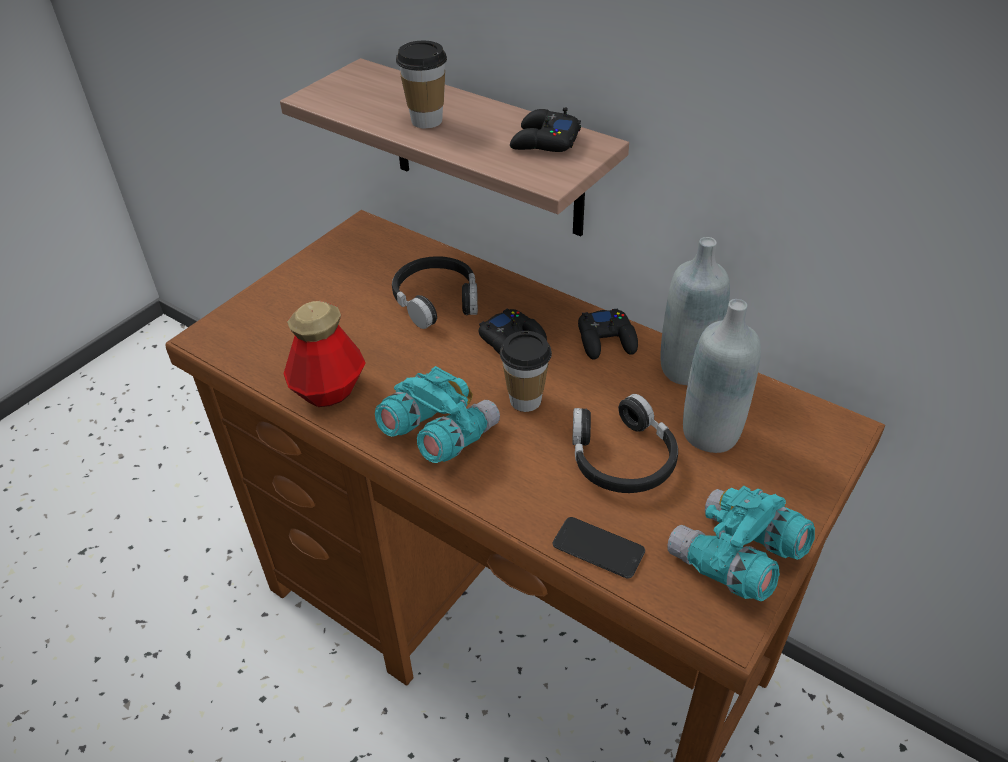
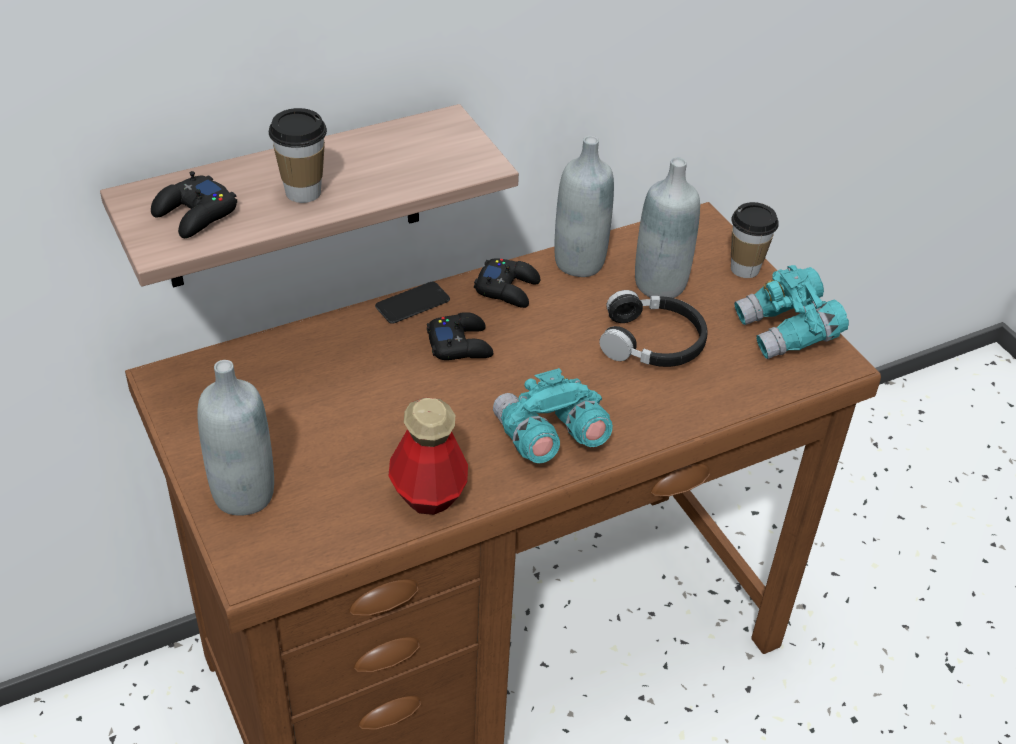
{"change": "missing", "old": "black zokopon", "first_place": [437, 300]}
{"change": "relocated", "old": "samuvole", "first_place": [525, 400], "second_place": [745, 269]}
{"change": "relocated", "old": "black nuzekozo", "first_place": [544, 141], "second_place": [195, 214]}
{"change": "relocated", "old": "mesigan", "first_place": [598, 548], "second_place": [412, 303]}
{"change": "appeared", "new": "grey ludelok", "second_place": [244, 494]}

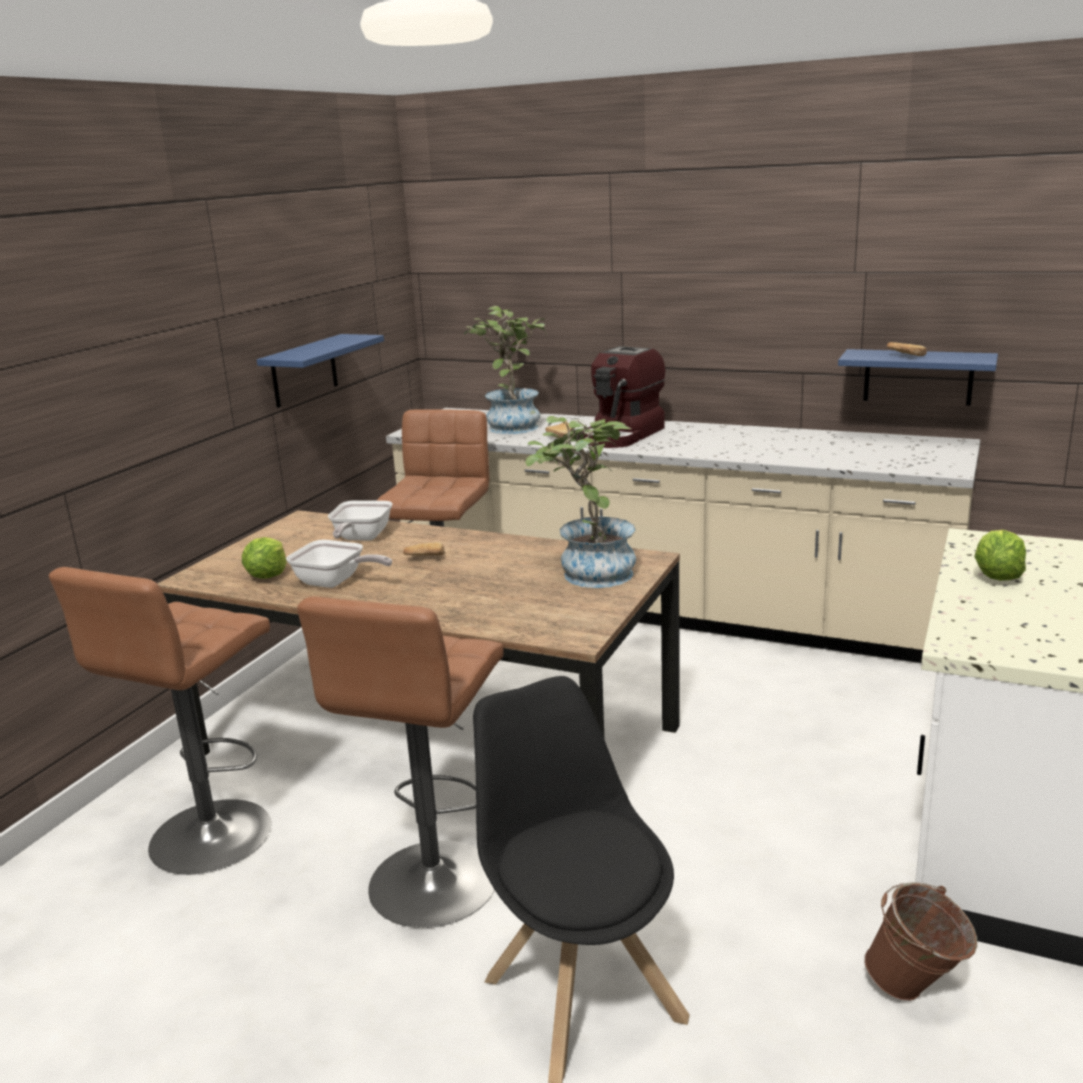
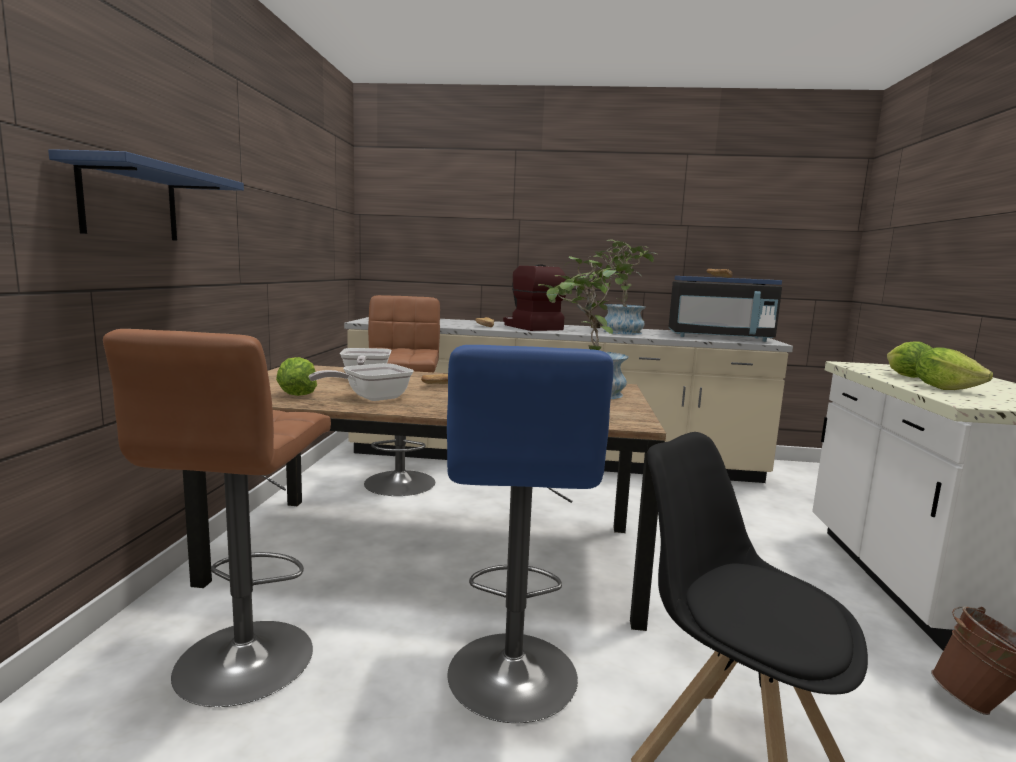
{"change": "relocated", "old": "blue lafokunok", "first_place": [304, 371], "second_place": [130, 202]}
{"change": "spun", "old": "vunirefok", "first_place": [335, 582], "second_place": [371, 398], "degrees": 135}
{"change": "colour", "old": "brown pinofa", "new": "blue pinofa", "first_place": [431, 883], "second_place": [511, 676]}
{"change": "relocated", "old": "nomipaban", "first_place": [512, 425], "second_place": [618, 331]}
{"change": "spun", "old": "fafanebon", "first_place": [623, 435], "second_place": [530, 327], "degrees": 135}
{"change": "appeared", "new": "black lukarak", "second_place": [719, 338]}
{"change": "appeared", "new": "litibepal", "second_place": [945, 388]}

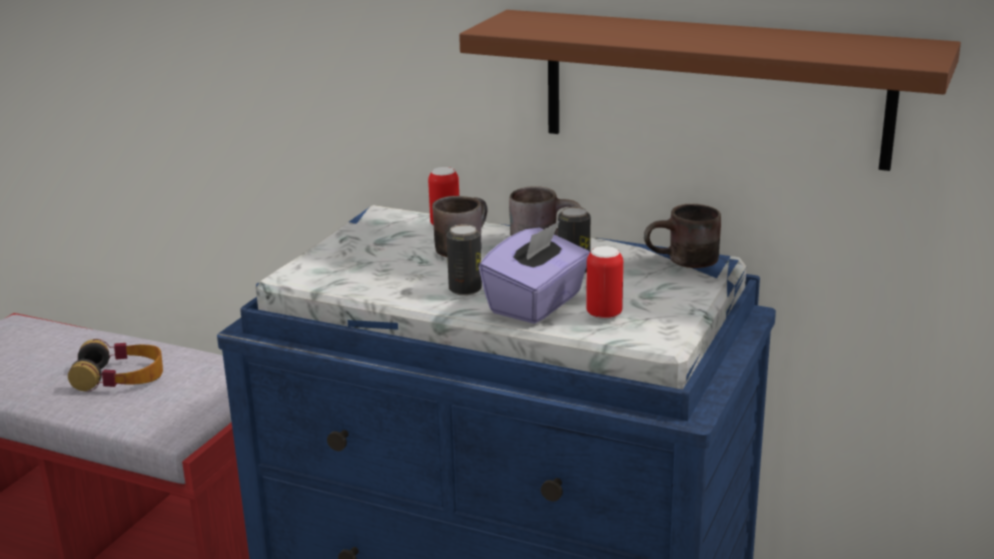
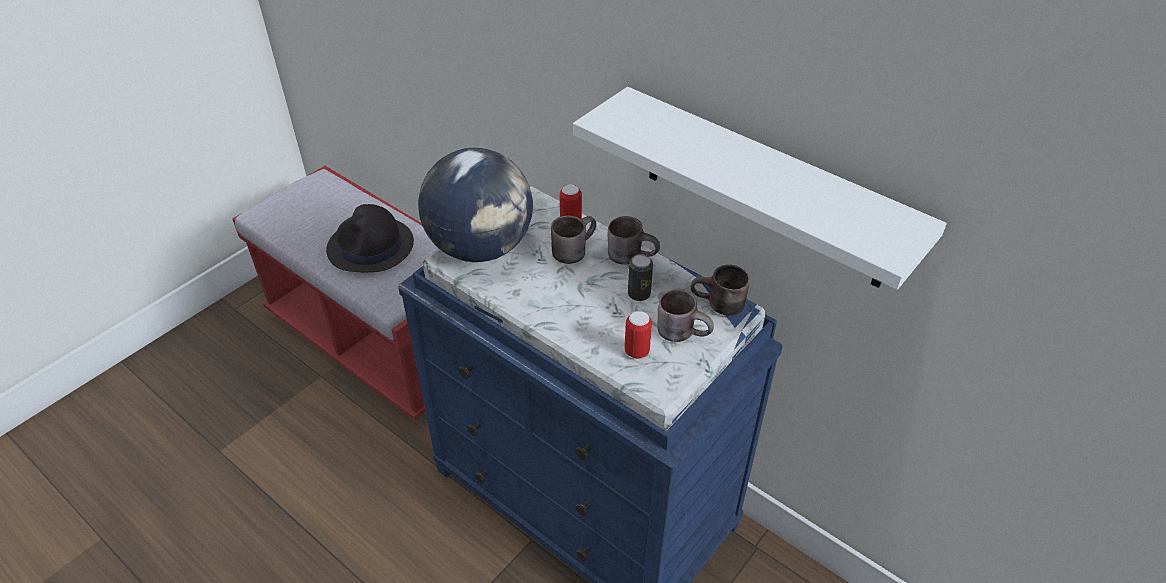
{"change": "exchanged", "old": "zokopon", "new": "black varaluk", "first_place": [120, 376], "second_place": [371, 247]}
{"change": "missing", "old": "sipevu", "first_place": [465, 290]}
{"change": "colour", "old": "brown lafokunok", "new": "white lafokunok", "first_place": [714, 88], "second_place": [764, 189]}
{"change": "missing", "old": "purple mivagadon", "first_place": [537, 304]}
{"change": "appeared", "new": "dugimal", "second_place": [481, 248]}
{"change": "appeared", "new": "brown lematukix", "second_place": [683, 331]}

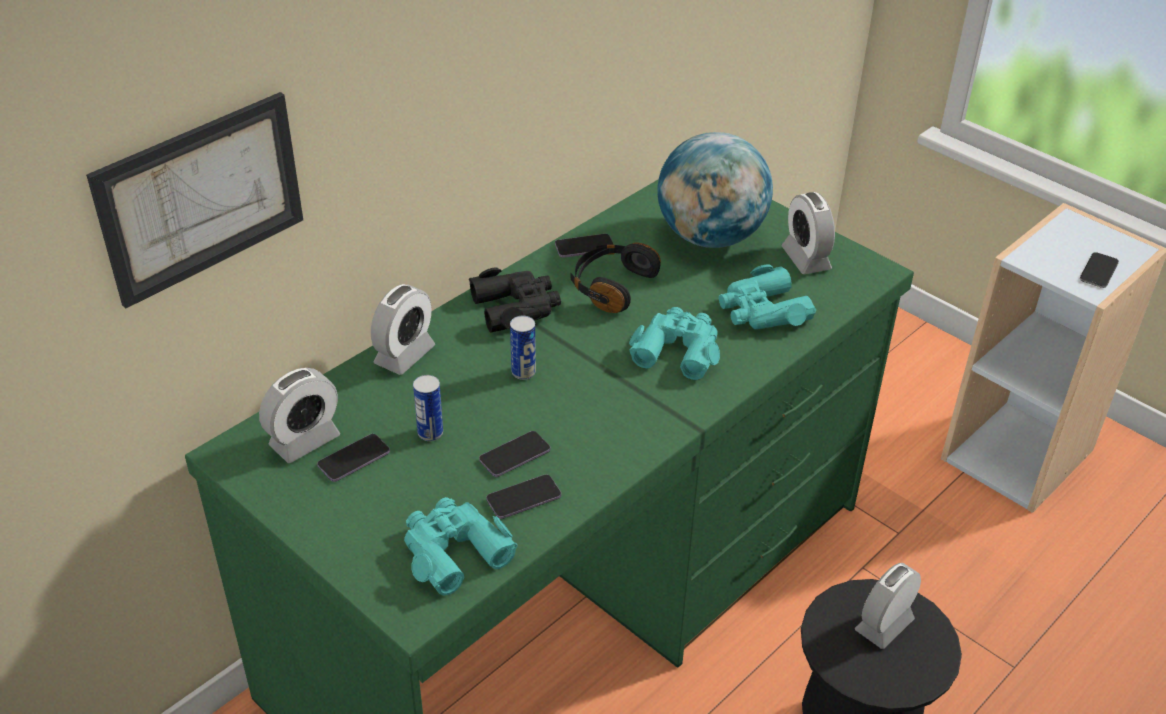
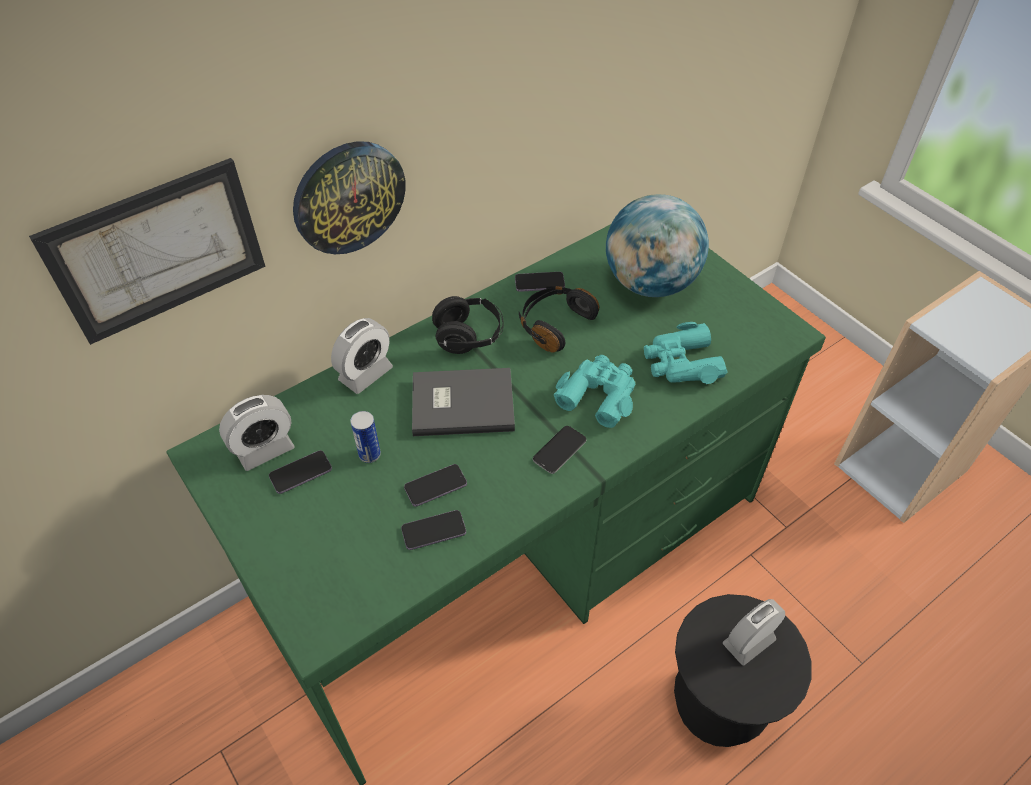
{"change": "missing", "old": "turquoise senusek", "first_place": [453, 551]}
{"change": "exchanged", "old": "black senusek", "new": "black zokopon", "first_place": [516, 307], "second_place": [469, 337]}
{"change": "exchanged", "old": "sipevu", "new": "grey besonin", "first_place": [523, 372], "second_place": [461, 402]}
{"change": "missing", "old": "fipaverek", "first_place": [806, 258]}
{"change": "relocated", "old": "mesigan", "first_place": [1098, 271], "second_place": [559, 450]}
{"change": "appeared", "new": "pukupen", "second_place": [348, 197]}

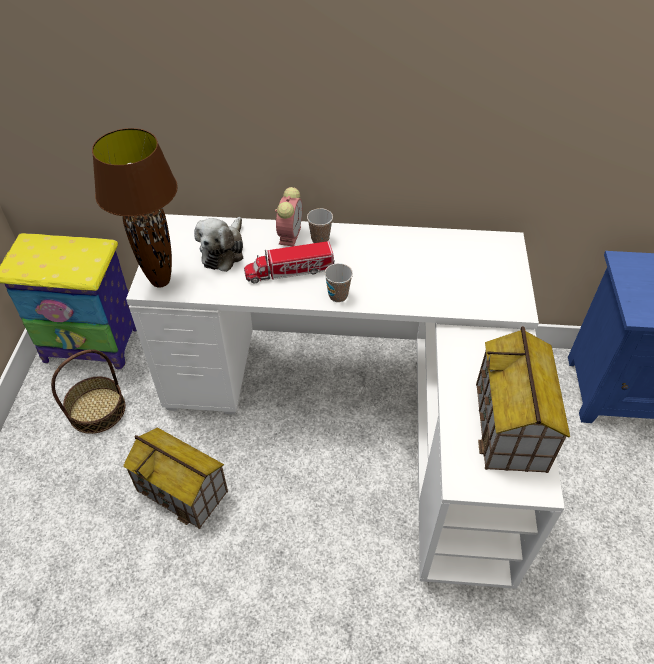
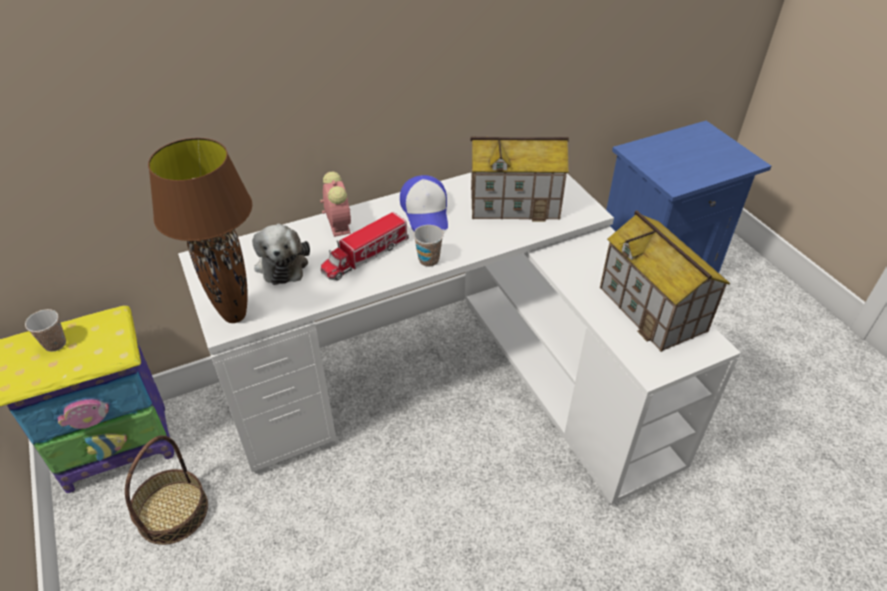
{"change": "relocated", "old": "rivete", "first_place": [183, 491], "second_place": [515, 203]}
{"change": "relocated", "old": "samuvole", "first_place": [320, 239], "second_place": [55, 344]}
{"change": "appeared", "new": "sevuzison", "second_place": [426, 212]}

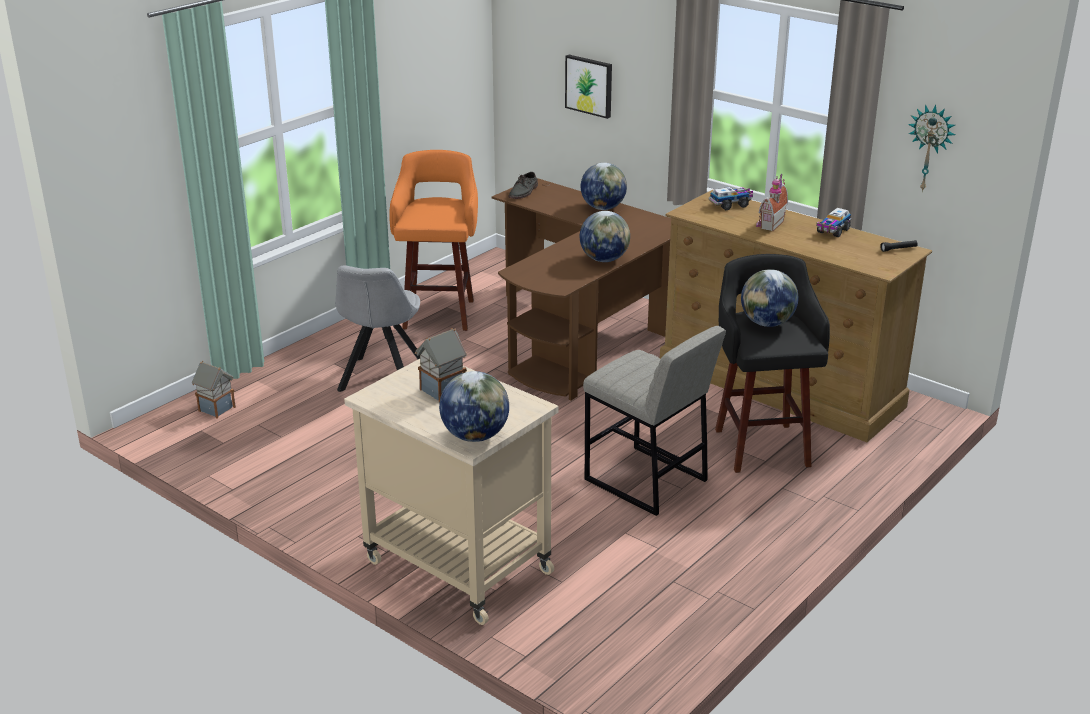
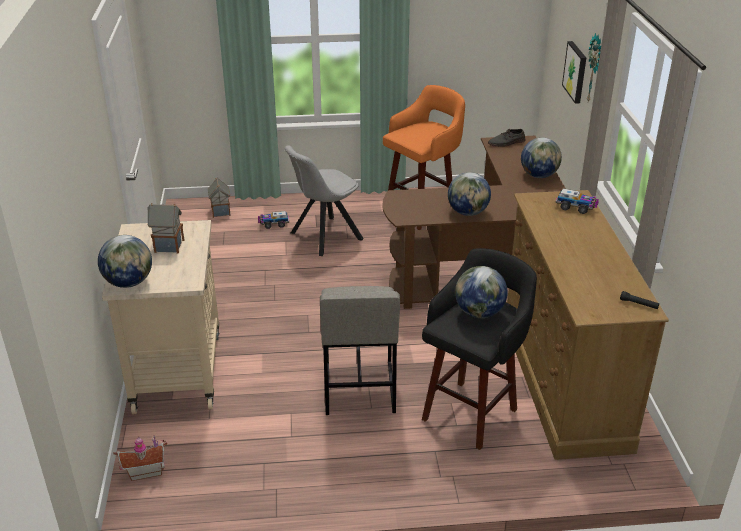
{"change": "relocated", "old": "rivete", "first_place": [768, 224], "second_place": [145, 471]}
{"change": "relocated", "old": "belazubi", "first_place": [832, 231], "second_place": [273, 224]}
{"change": "relocated", "old": "pukupen", "first_place": [930, 147], "second_place": [596, 69]}

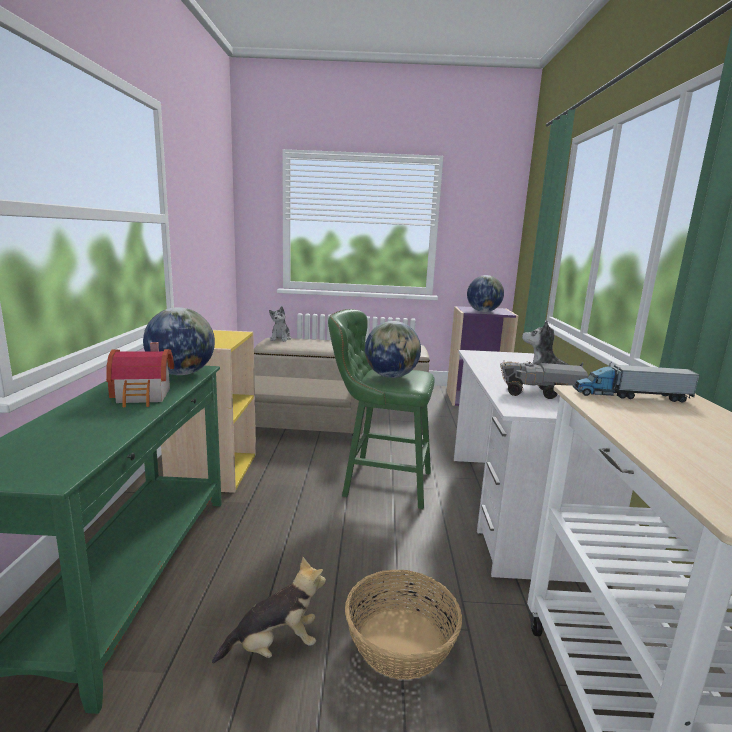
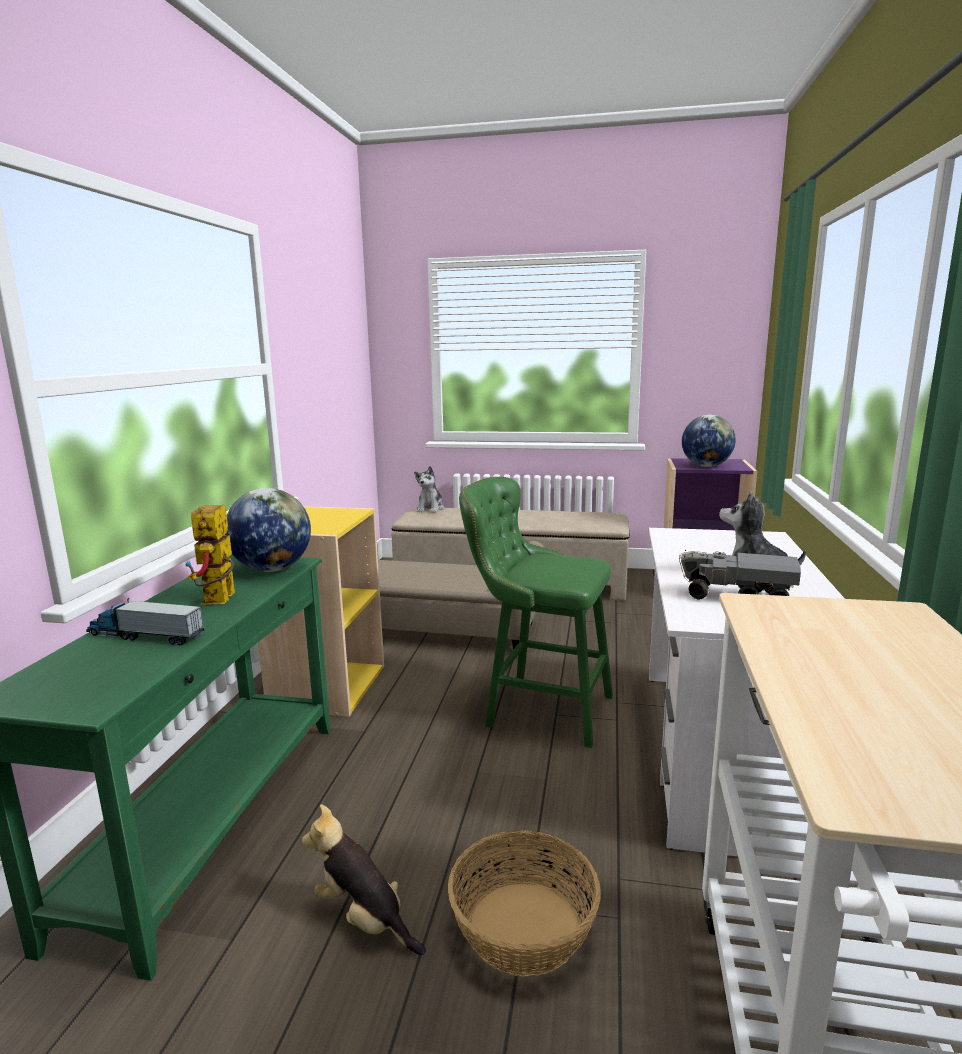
{"change": "exchanged", "old": "rivete", "new": "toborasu", "first_place": [145, 396], "second_place": [219, 601]}
{"change": "spun", "old": "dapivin", "first_place": [275, 646], "second_place": [364, 918], "degrees": -135}
{"change": "missing", "old": "dugimal", "first_place": [391, 376]}
{"change": "relocated", "old": "belazubi", "first_place": [631, 396], "second_place": [145, 636]}

